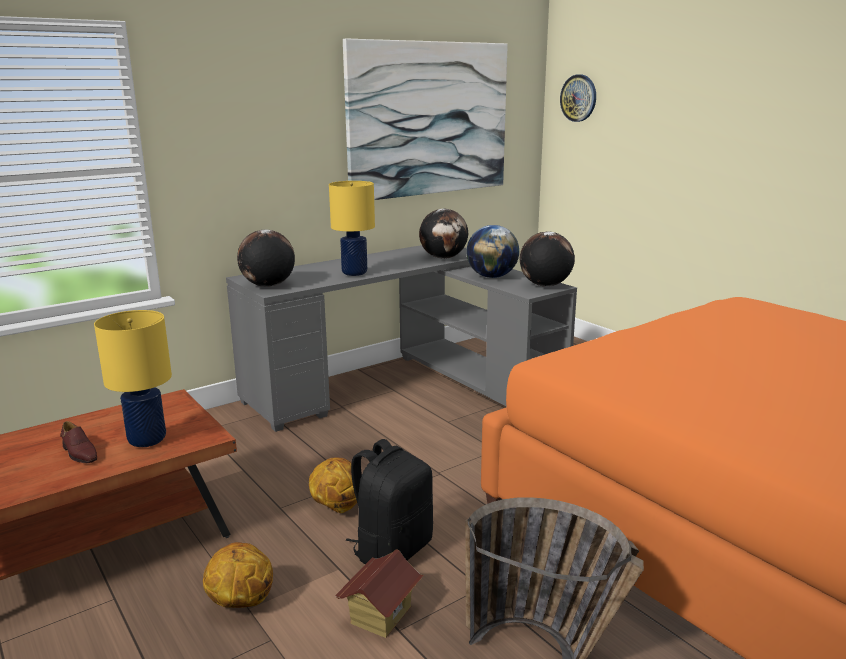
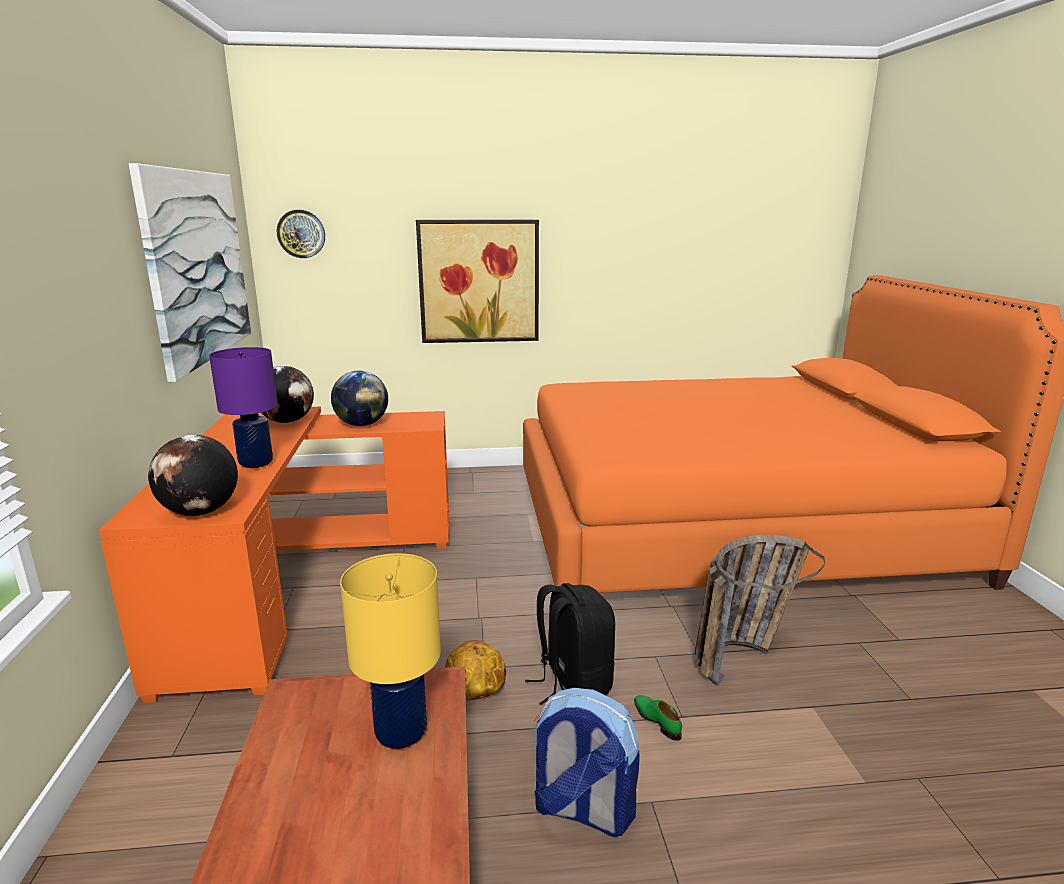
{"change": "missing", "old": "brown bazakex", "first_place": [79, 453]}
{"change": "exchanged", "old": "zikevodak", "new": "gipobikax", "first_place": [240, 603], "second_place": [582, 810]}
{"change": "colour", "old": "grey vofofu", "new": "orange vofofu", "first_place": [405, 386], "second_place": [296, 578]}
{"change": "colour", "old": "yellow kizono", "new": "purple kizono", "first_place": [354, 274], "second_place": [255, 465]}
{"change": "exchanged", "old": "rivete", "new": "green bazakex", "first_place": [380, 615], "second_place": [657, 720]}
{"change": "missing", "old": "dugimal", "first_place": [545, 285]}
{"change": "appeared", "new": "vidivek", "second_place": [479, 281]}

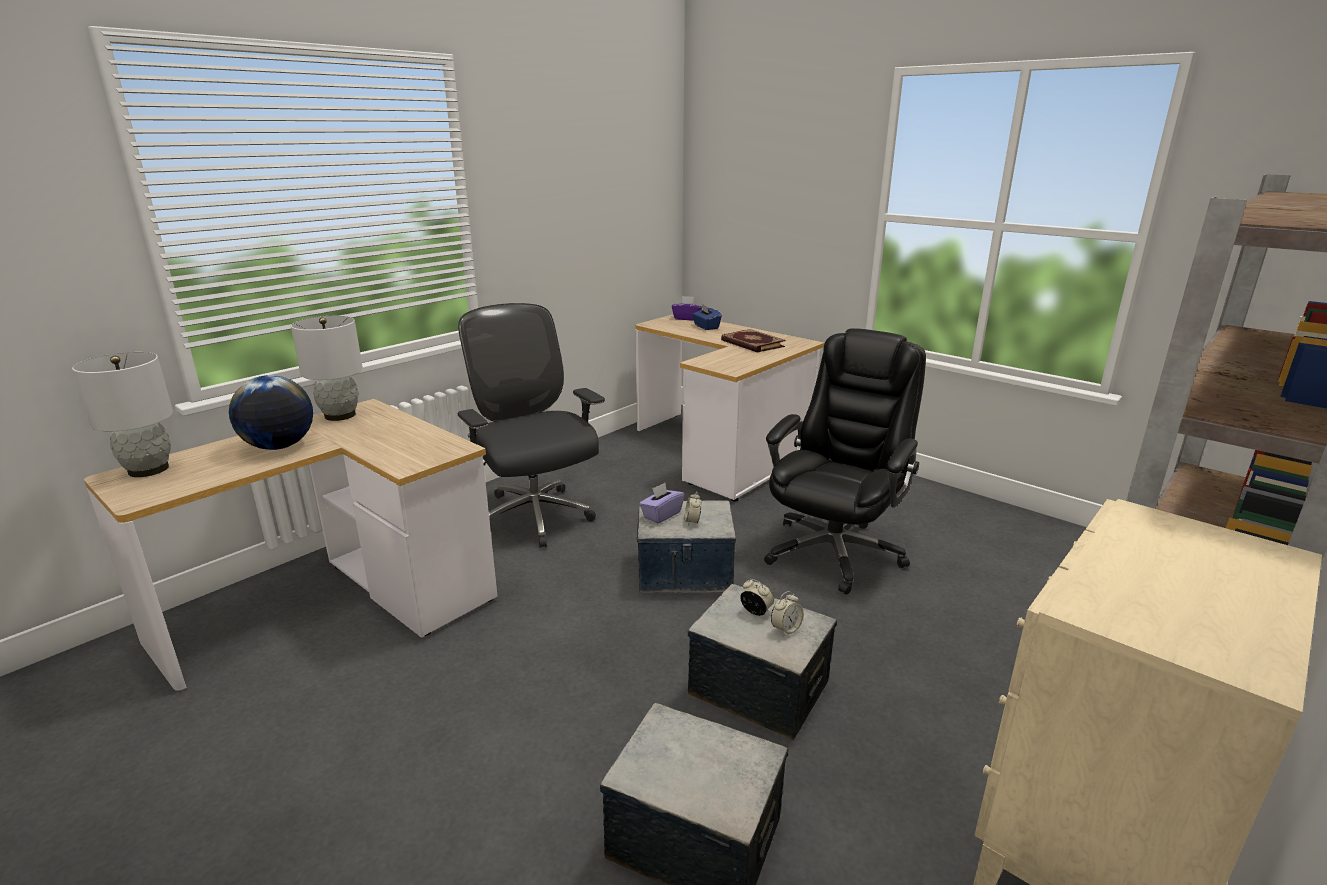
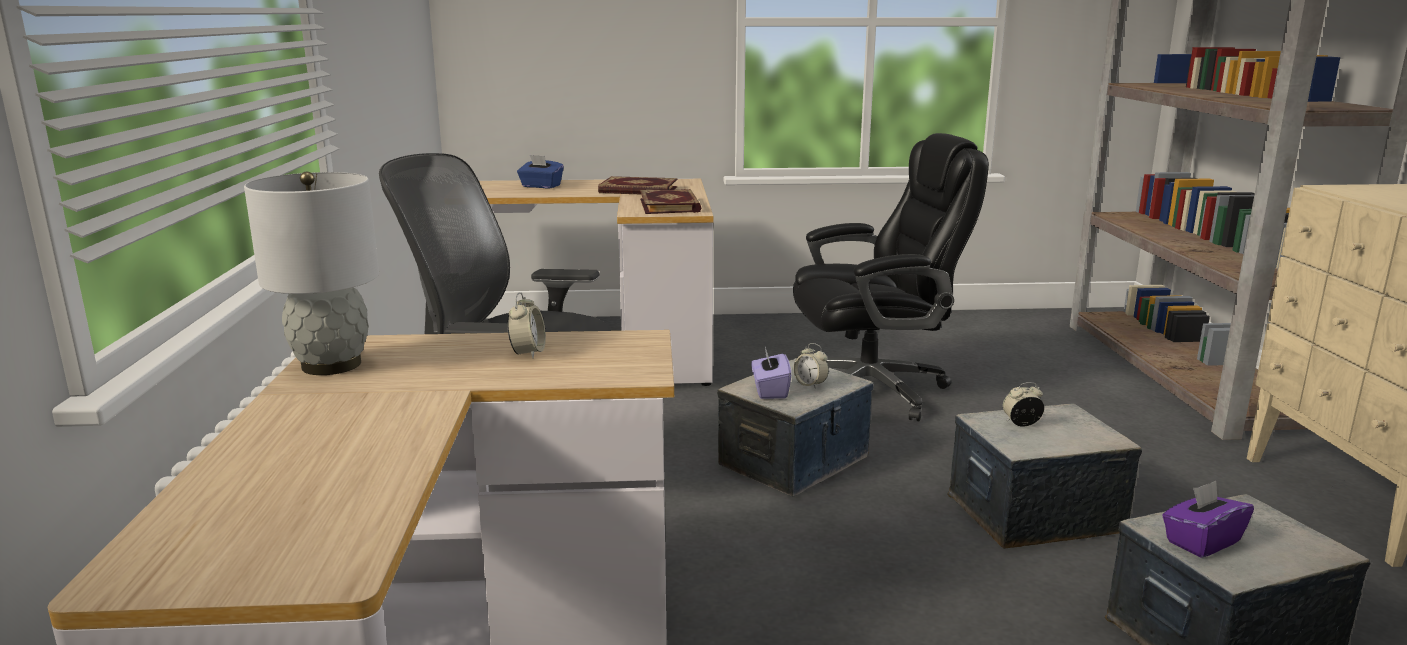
{"change": "missing", "old": "white kizono", "first_place": [148, 469]}
{"change": "missing", "old": "dugimal", "first_place": [279, 446]}
{"change": "relocated", "old": "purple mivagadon", "first_place": [687, 318], "second_place": [1201, 541]}
{"change": "spun", "old": "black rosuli", "first_place": [834, 551], "second_place": [872, 390], "degrees": 90}
{"change": "relocated", "old": "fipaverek", "first_place": [786, 629], "second_place": [528, 353]}
{"change": "appeared", "new": "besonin", "second_place": [671, 205]}

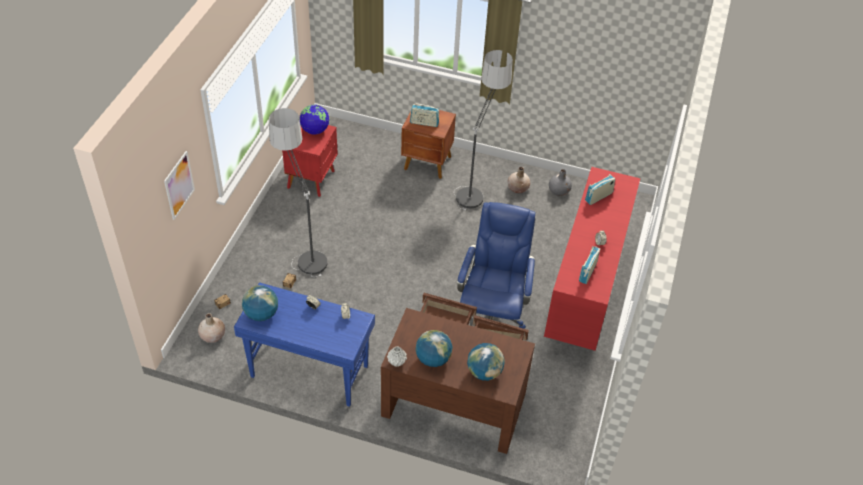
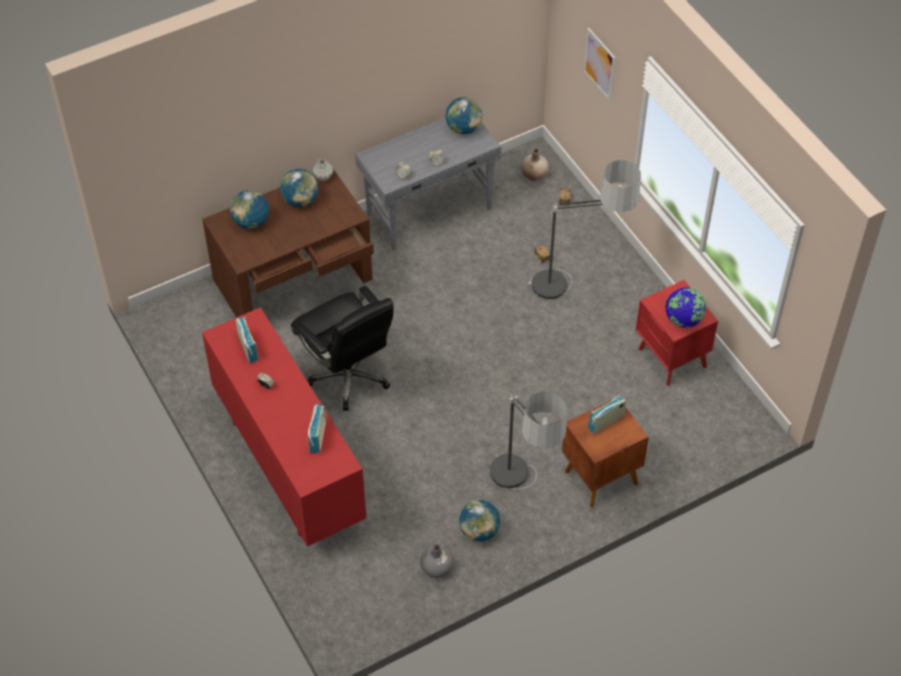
{"change": "colour", "old": "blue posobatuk", "new": "grey posobatuk", "first_place": [308, 371], "second_place": [429, 211]}
{"change": "colour", "old": "blue rosuli", "new": "black rosuli", "first_place": [492, 315], "second_place": [347, 374]}
{"change": "exchanged", "old": "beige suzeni", "new": "dugimal", "first_place": [518, 188], "second_place": [479, 531]}

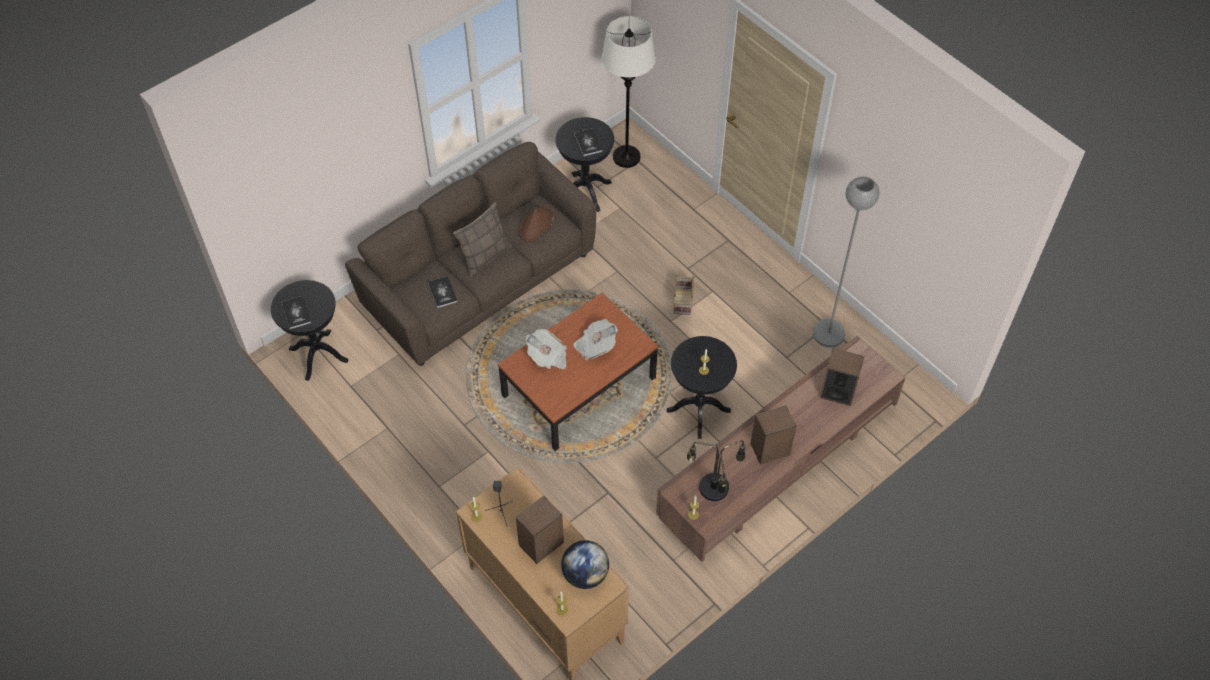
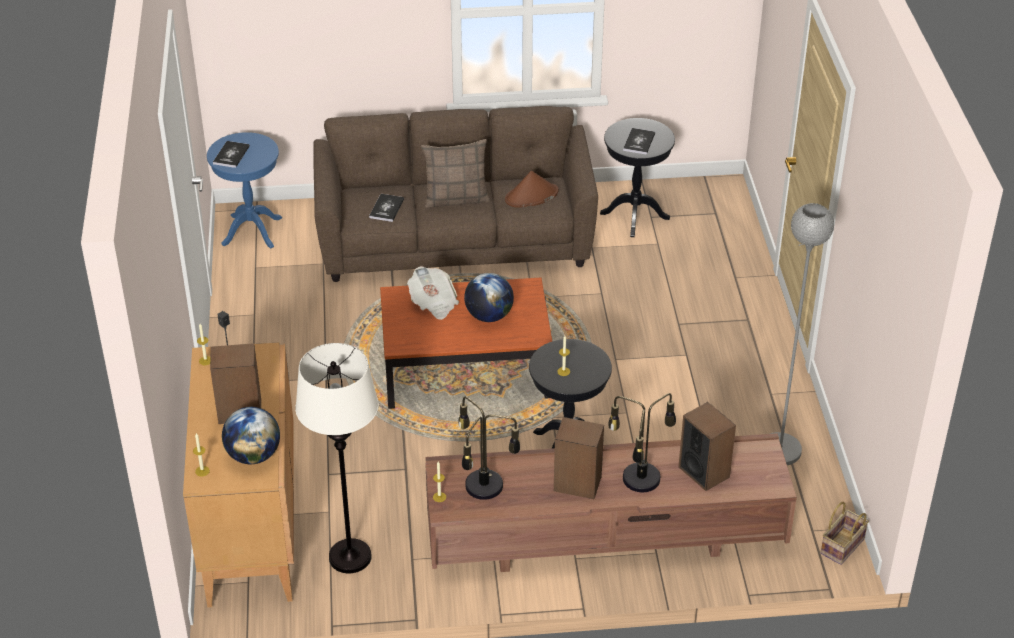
{"change": "colour", "old": "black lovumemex", "new": "blue lovumemex", "first_place": [318, 355], "second_place": [252, 231]}
{"change": "exchanged", "old": "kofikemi", "new": "dugimal", "first_place": [595, 346], "second_place": [489, 316]}
{"change": "relocated", "old": "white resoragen", "first_place": [626, 157], "second_place": [350, 557]}
{"change": "relocated", "old": "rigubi", "first_place": [683, 302], "second_place": [842, 547]}
{"change": "appeared", "new": "kizono", "second_place": [640, 478]}

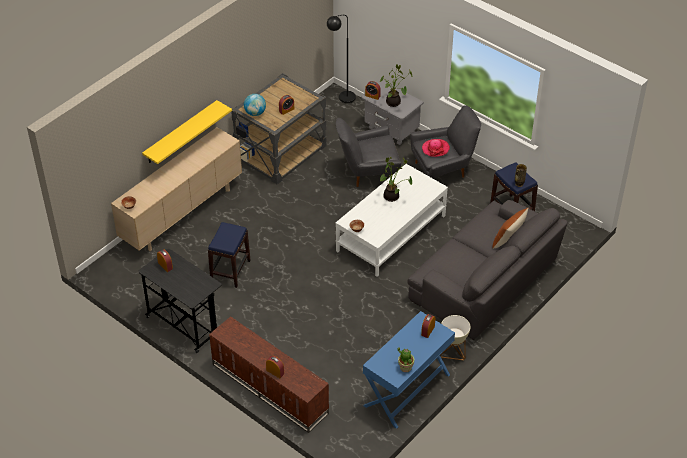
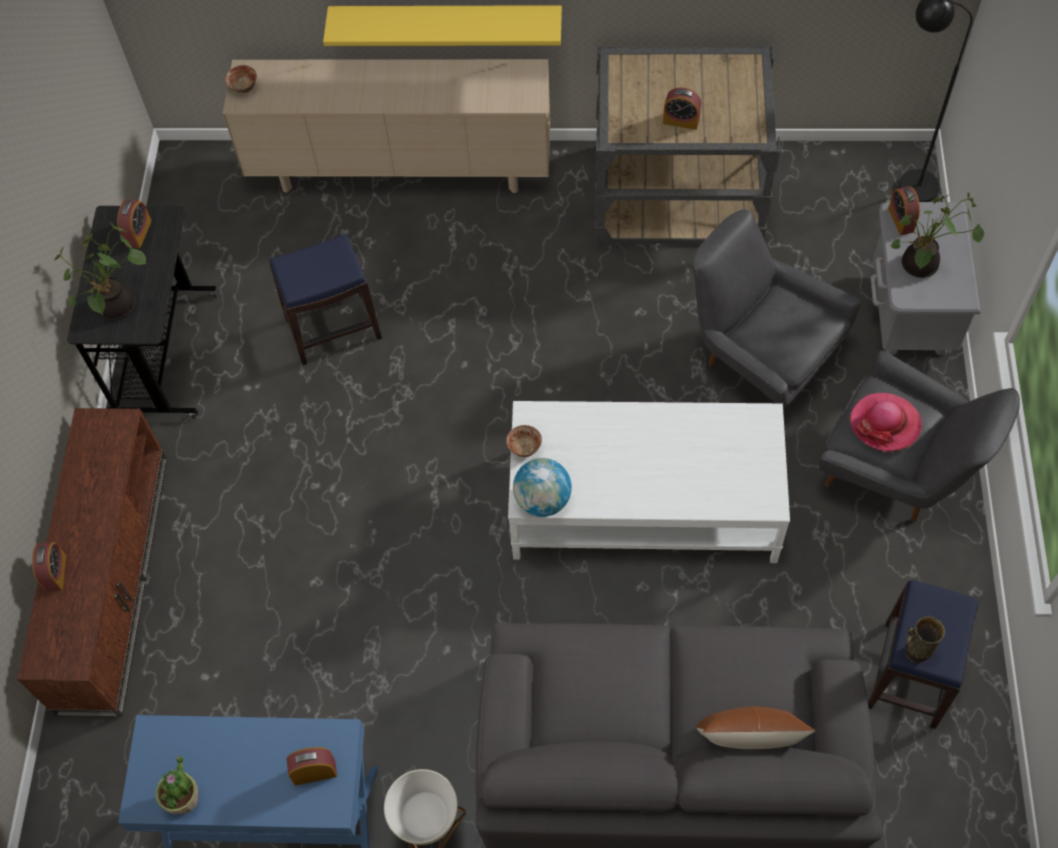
{"change": "relocated", "old": "dugimal", "first_place": [255, 113], "second_place": [542, 500]}
{"change": "relocated", "old": "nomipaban", "first_place": [392, 197], "second_place": [118, 308]}

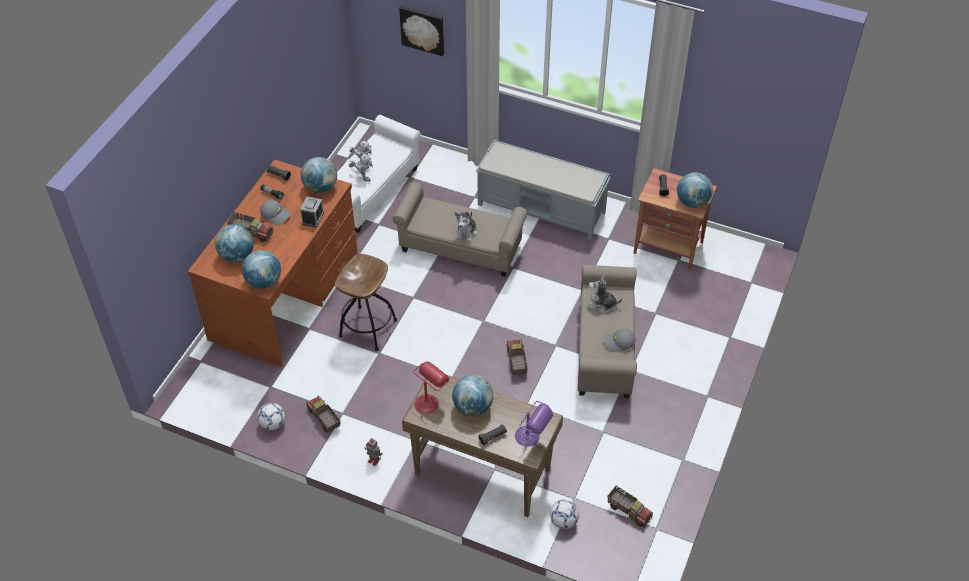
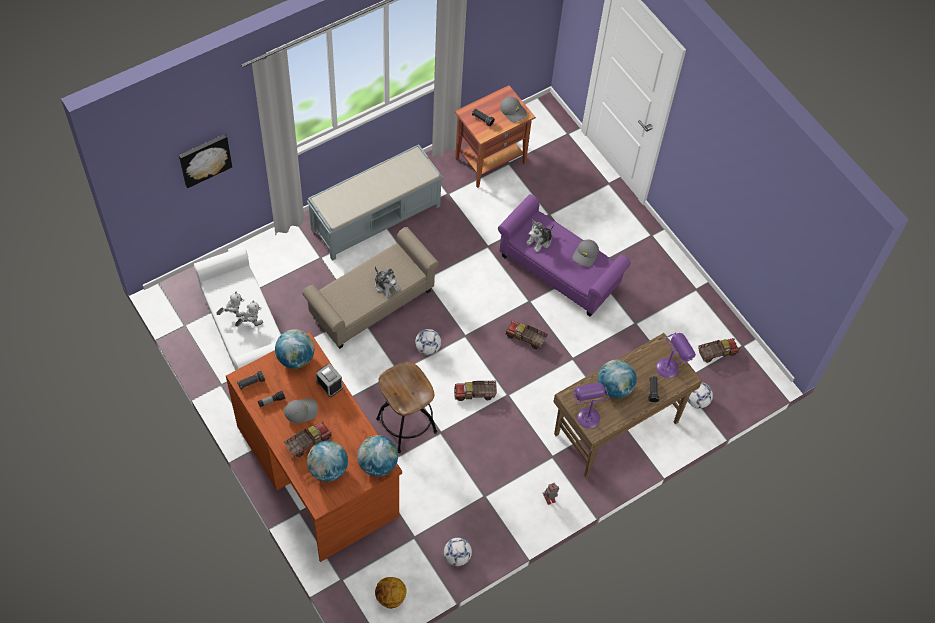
{"change": "relocated", "old": "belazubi", "first_place": [324, 419], "second_place": [475, 394]}
{"change": "colour", "old": "red kizono", "new": "purple kizono", "first_place": [429, 400], "second_place": [586, 413]}
{"change": "colour", "old": "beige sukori", "new": "purple sukori", "first_place": [604, 349], "second_place": [559, 271]}
{"change": "exchanged", "old": "dugimal", "new": "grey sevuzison", "first_place": [692, 202], "second_place": [513, 111]}
{"change": "appeared", "new": "zikevodak", "second_place": [390, 597]}
{"change": "appeared", "new": "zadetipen", "second_place": [428, 348]}

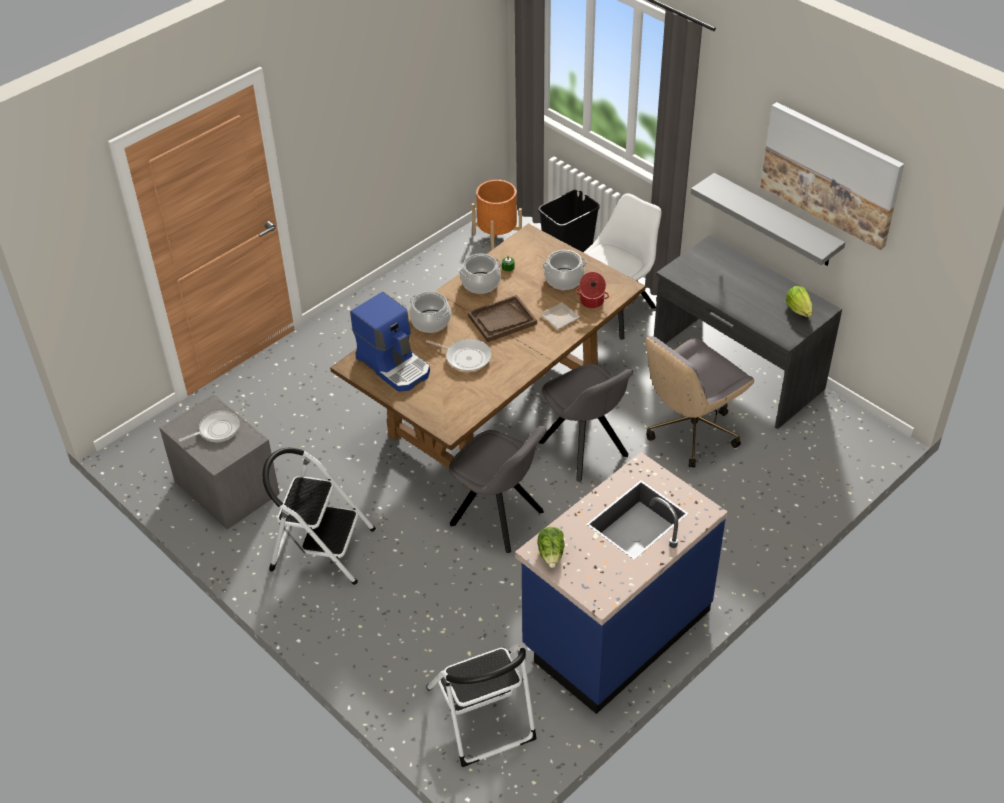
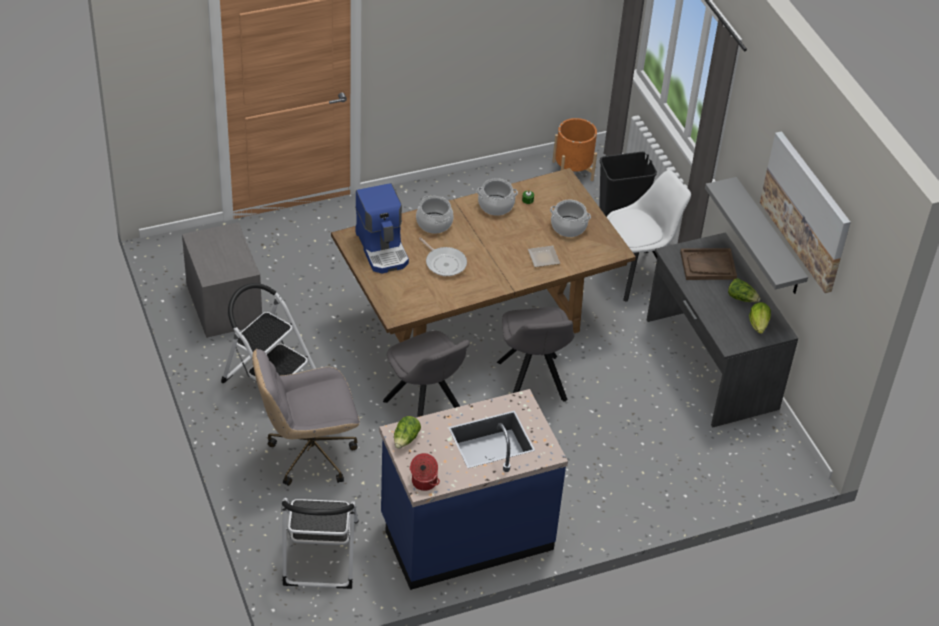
{"change": "missing", "old": "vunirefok", "first_place": [216, 430]}
{"change": "relocated", "old": "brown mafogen", "first_place": [502, 320], "second_place": [707, 265]}
{"change": "relocated", "old": "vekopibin", "first_place": [591, 301], "second_place": [423, 482]}
{"change": "relocated", "old": "grey rosuli", "first_place": [690, 435], "second_place": [308, 456]}
{"change": "appeared", "new": "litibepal", "second_place": [742, 298]}

